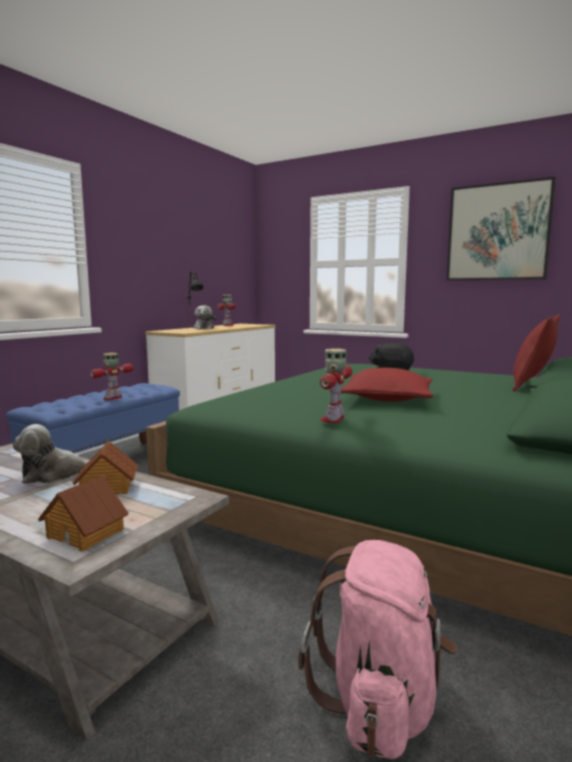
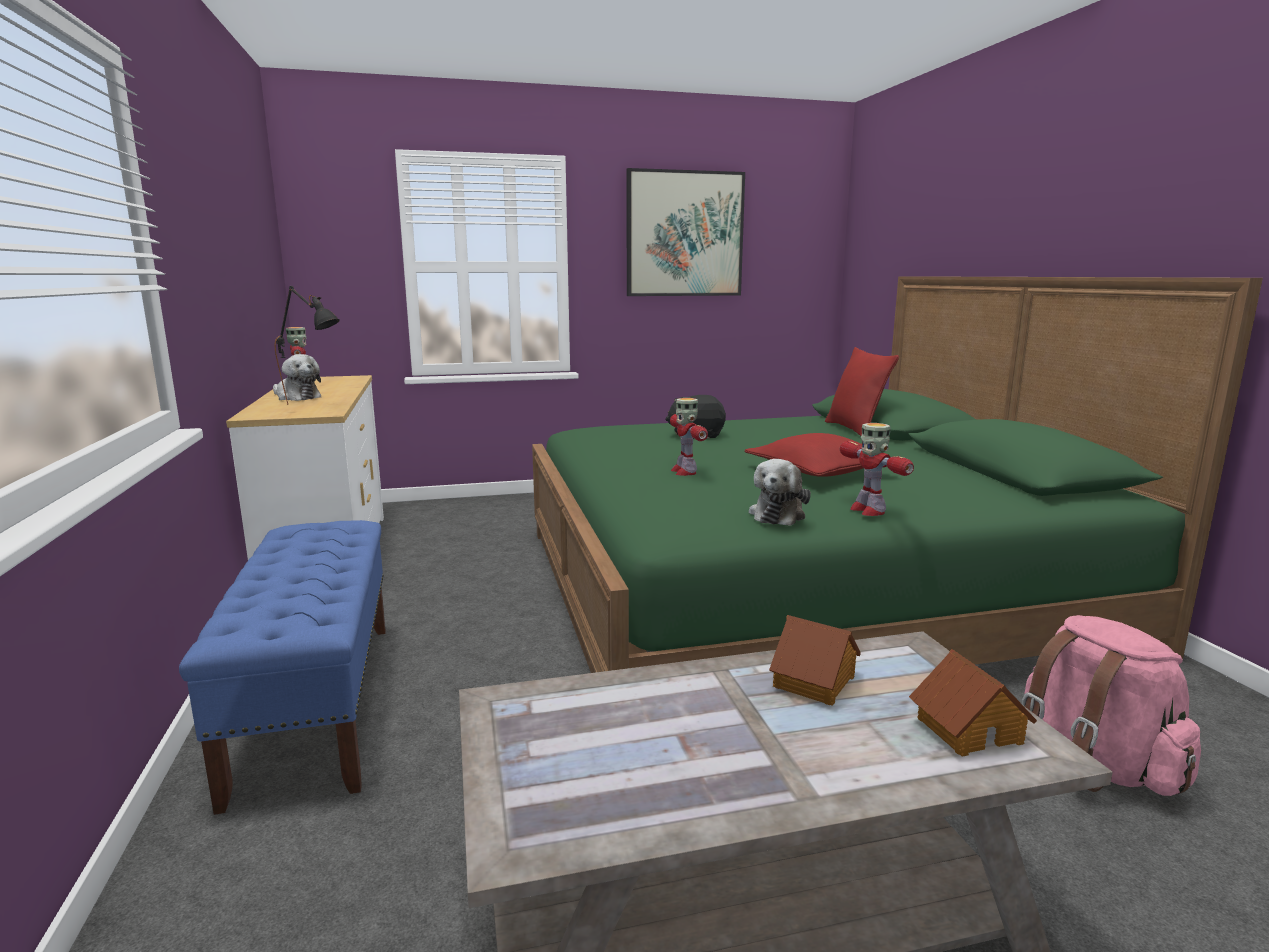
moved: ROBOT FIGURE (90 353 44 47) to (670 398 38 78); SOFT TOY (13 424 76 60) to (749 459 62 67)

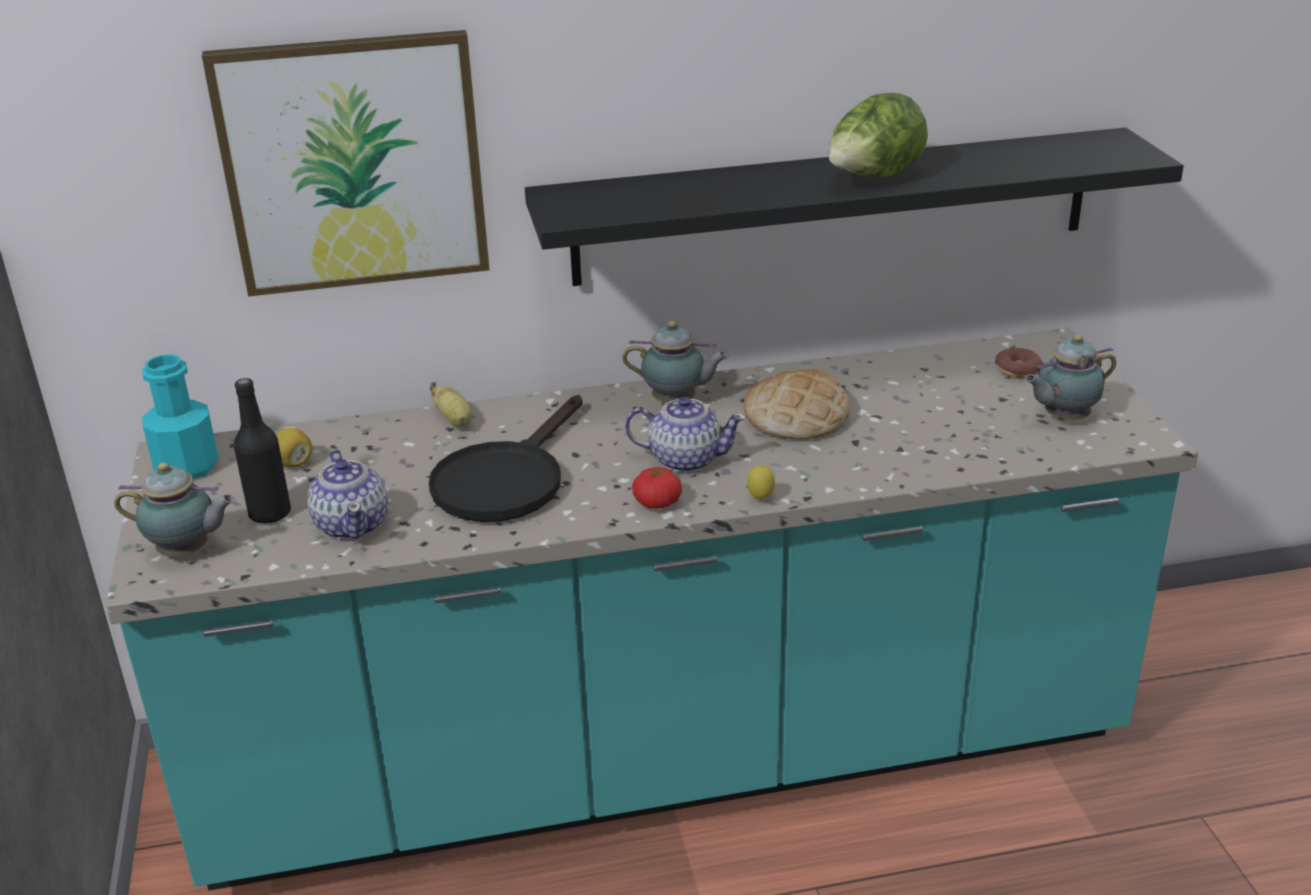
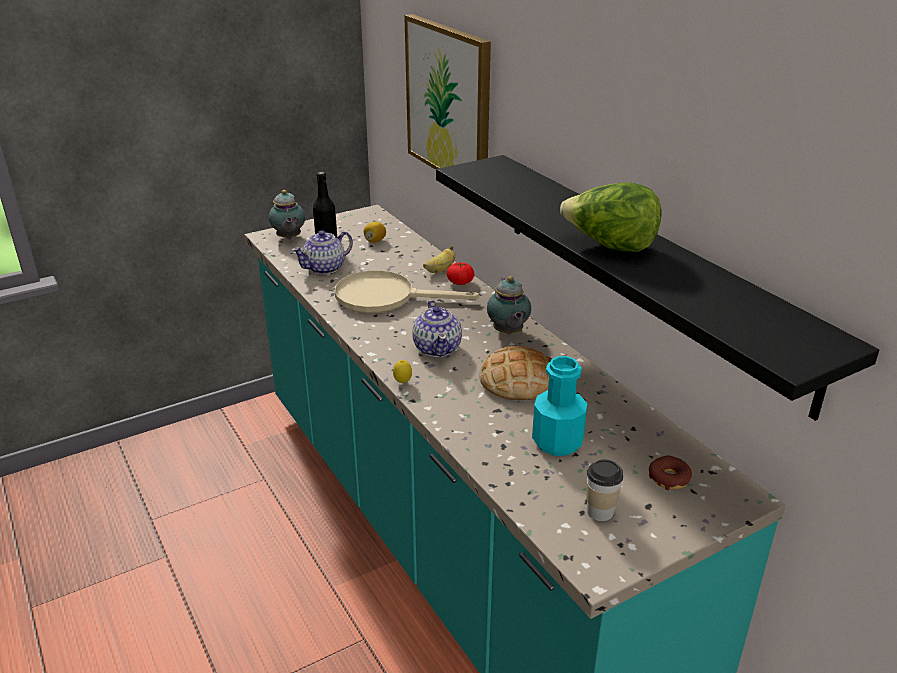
moved: TURQUOISE BOTTLE (142 354 76 125) to (532 356 55 100); WHOLE TOMATO (632 467 50 42) to (447 262 27 23)
replaced: TEA POT (1025 335 91 85) to CUP (587 459 36 62)
recoloured: BLACK-COLOURED FRYING PAN (429 395 154 127) to BEIGE FRYING PAN (335 270 144 43)

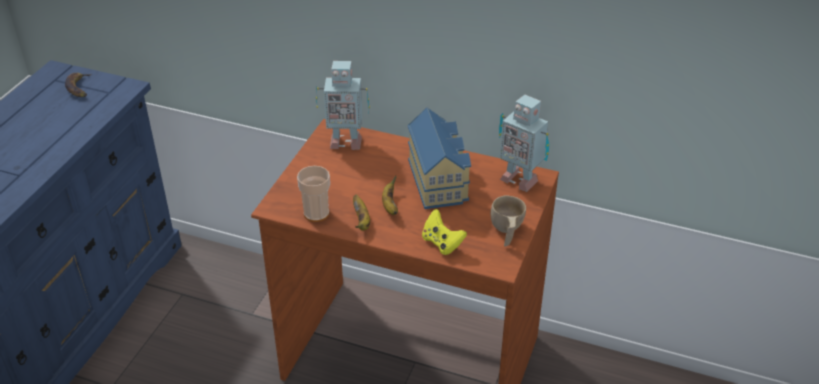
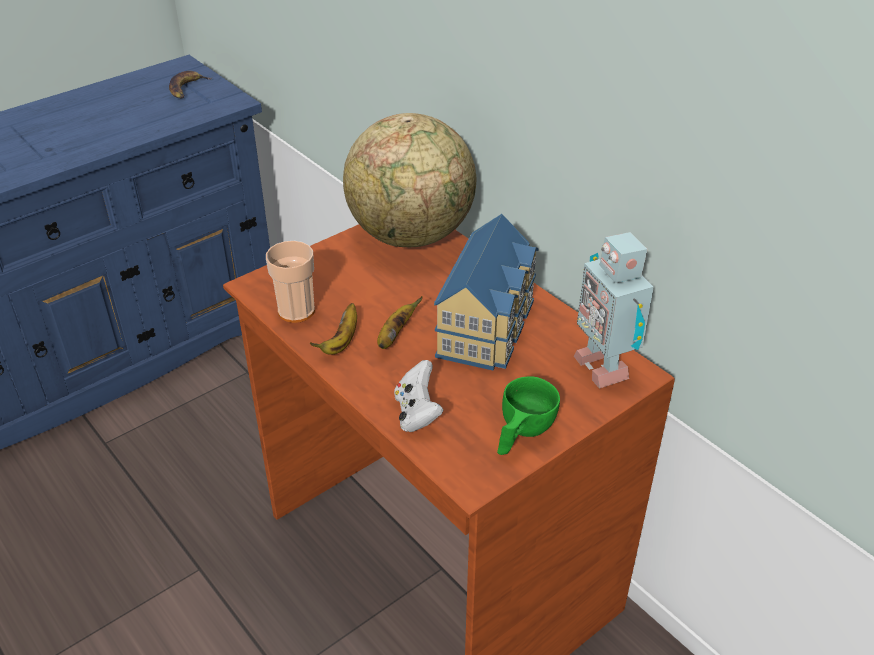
replaced: ROBOT FIGURE (316 61 54 89) to WORLD GLOBE (343 113 133 134)
recoloured: BEIGE CUP (491 196 35 51) to GREENISH CUP (497 376 63 79); YELLOW-COLOURED GAMEPAD (422 209 45 46) to WHITE-COLOURED GAMEPAD (394 360 50 72)

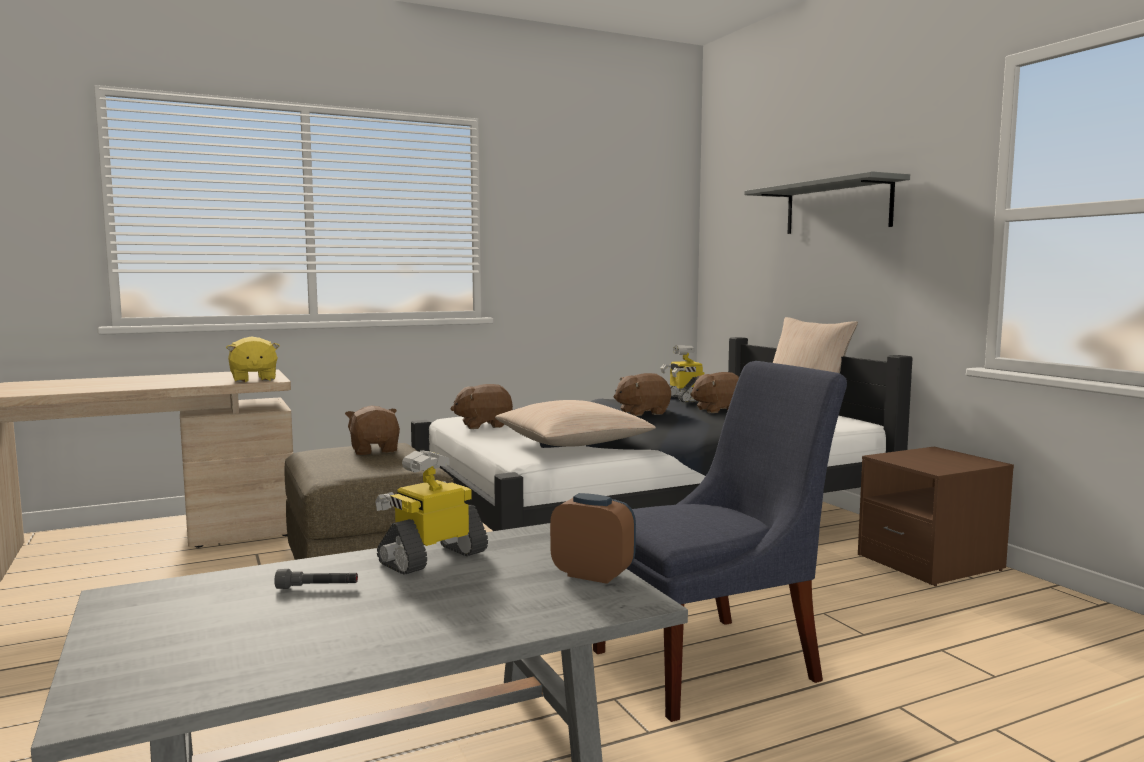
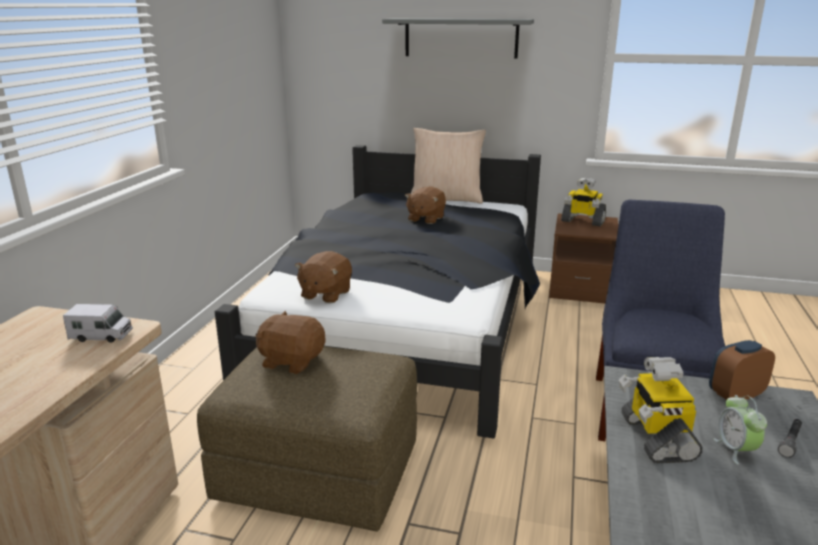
removed: BROWN-COLOURED SOFT TOY (614 373 57 43); BEIGE THROW PILLOW (495 400 161 47)
added: BEDSIDE CLOCK (714 395 53 70)
moved: ROBOT FIGURE (661 345 43 58) to (561 177 45 50); GREY FLASHLIGHT (274 569 84 20) to (778 419 24 39)
replaced: YELLOW-COLOURED SOFT TOY (226 337 54 46) to MODEL TRUCK (63 304 70 39)

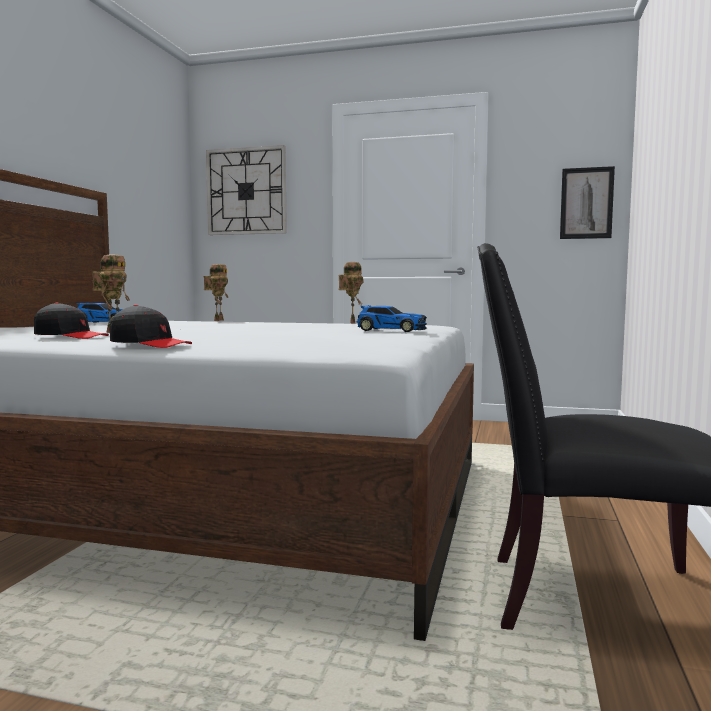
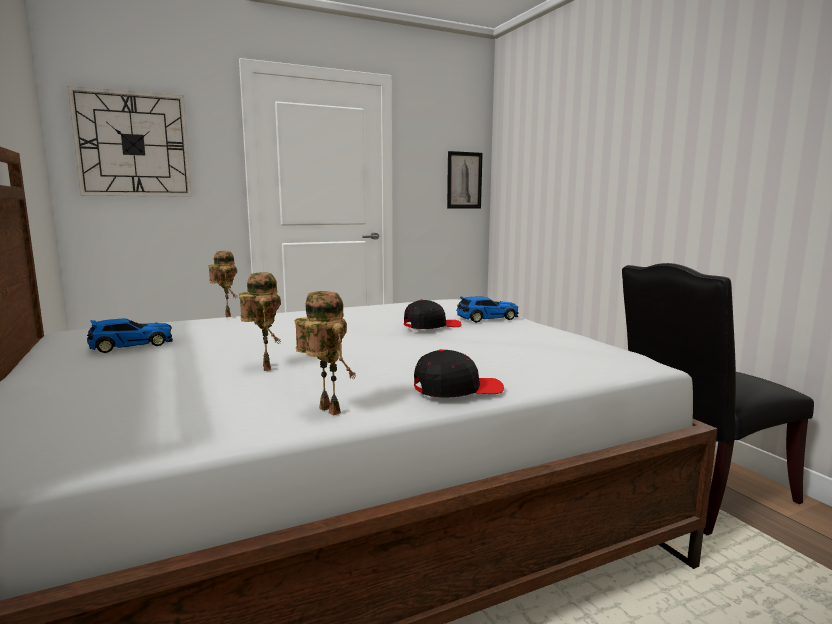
moved: ROBOT FIGURE (338 262 26 61) to (294 291 62 125); BLACK-COLOURED BASEBALL CAP (34 302 75 37) to (404 299 58 30)

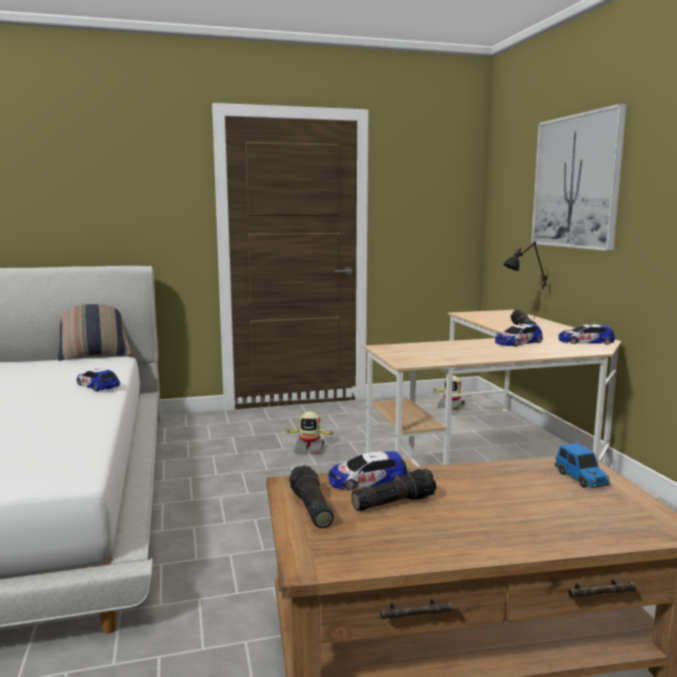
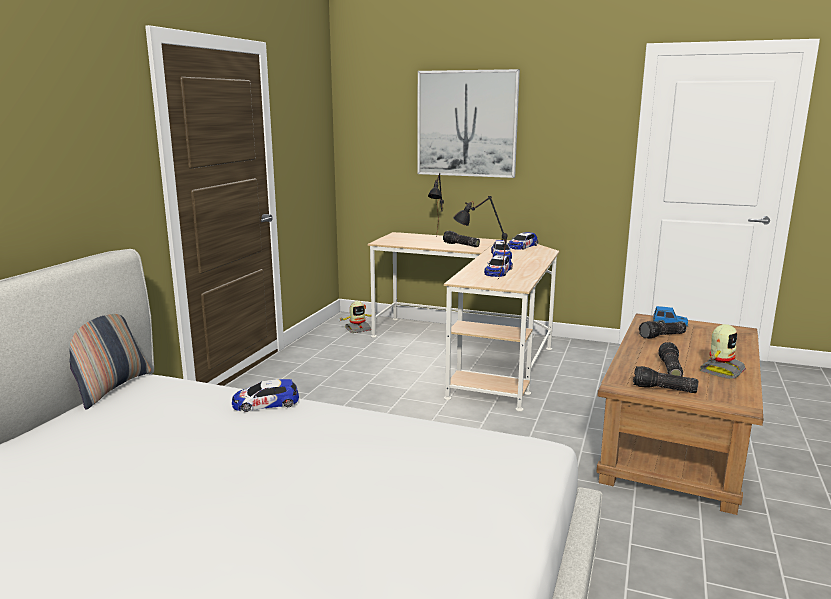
added: BLACK-COLOURED LAMP FOR A TABLE (453 196 55 84); FLASHLIGHT (639 321 48 18)
moved: ROBOT FIGURE (285 411 50 43) to (700 324 46 55); TOY CAR (328 451 80 40) to (484 254 29 23)

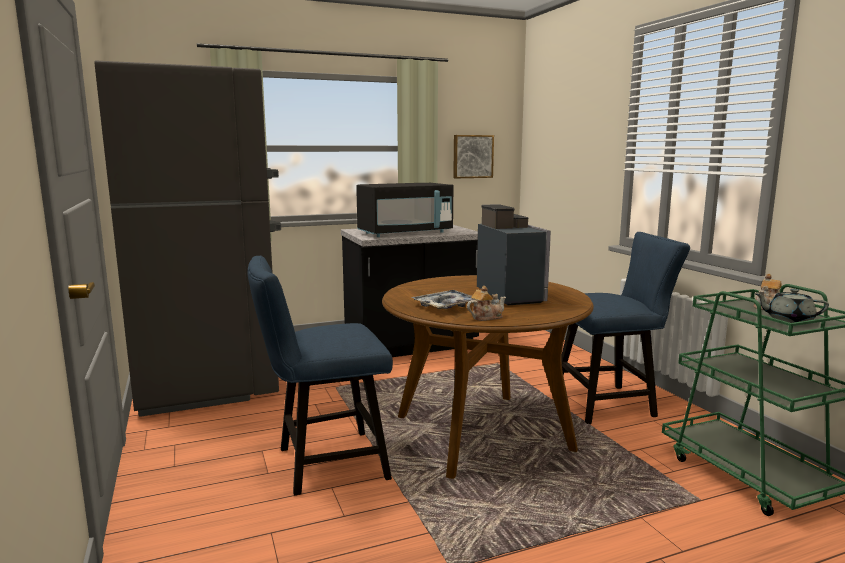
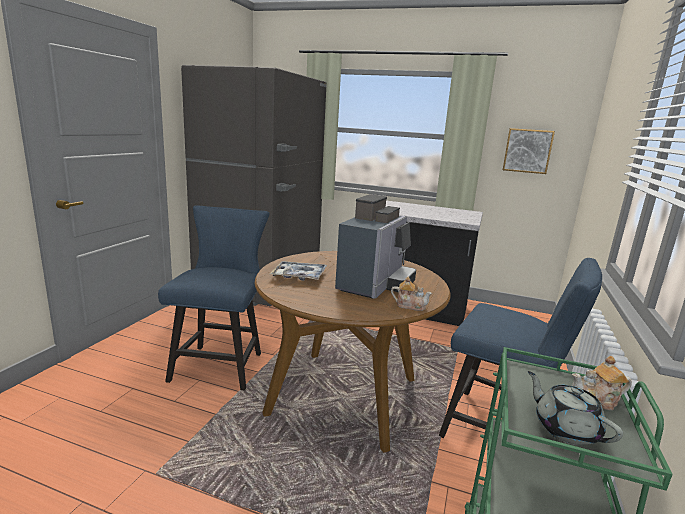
removed: BLACK-COLOURED KITCHEN MICROWAVE (356 183 98 54)
moved: TEA POT (467 286 39 35) to (391 277 41 34)
turned: BLUE-COLOURED CHAIR (247 256 146 239) = (158 205 111 185) 75 degrees clockwise

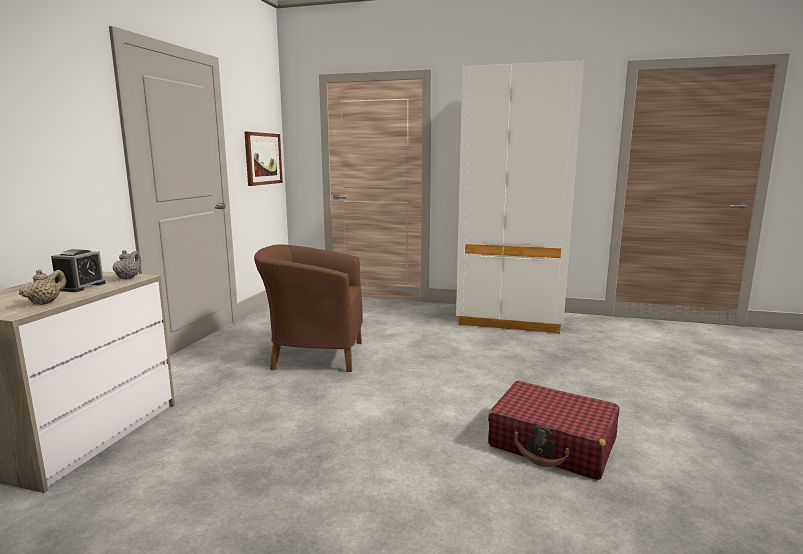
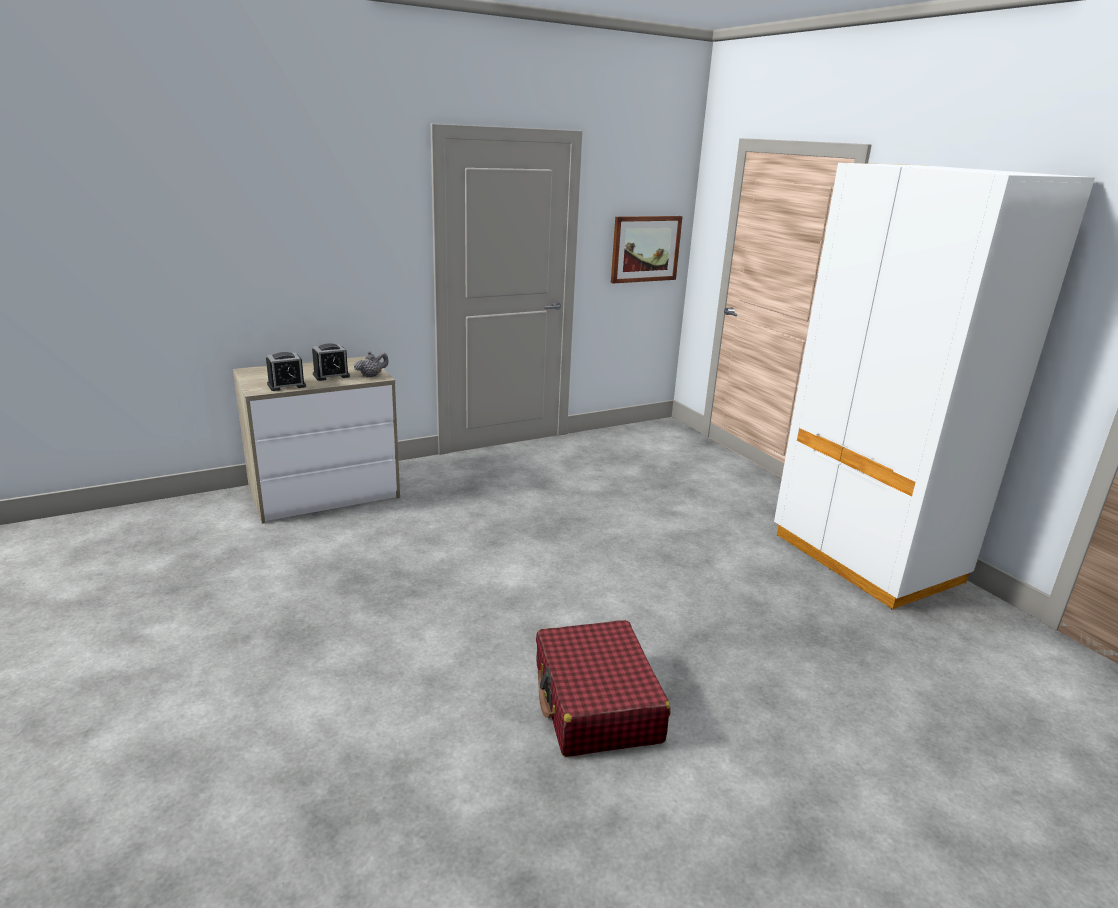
removed: BROWN-COLOURED ARMCHAIR (254 244 109 128)
replaced: BEIGE TEA POT (19 269 47 36) to BEDSIDE CLOCK (266 352 40 39)

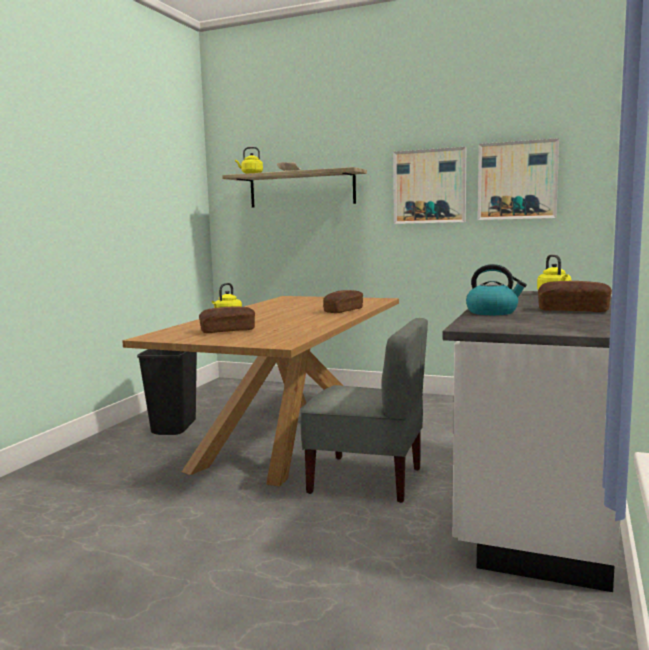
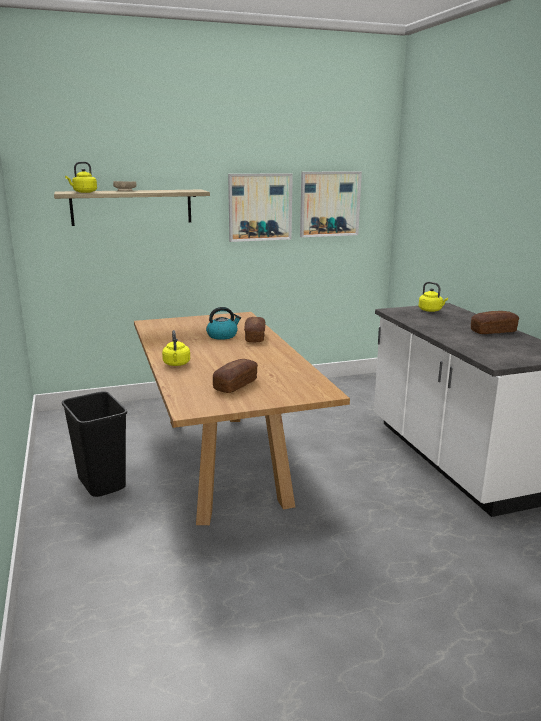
removed: GREY CHAIR (301 318 127 185)
moved: WATER KETTLE (466 264 61 51) to (206 307 35 33)

